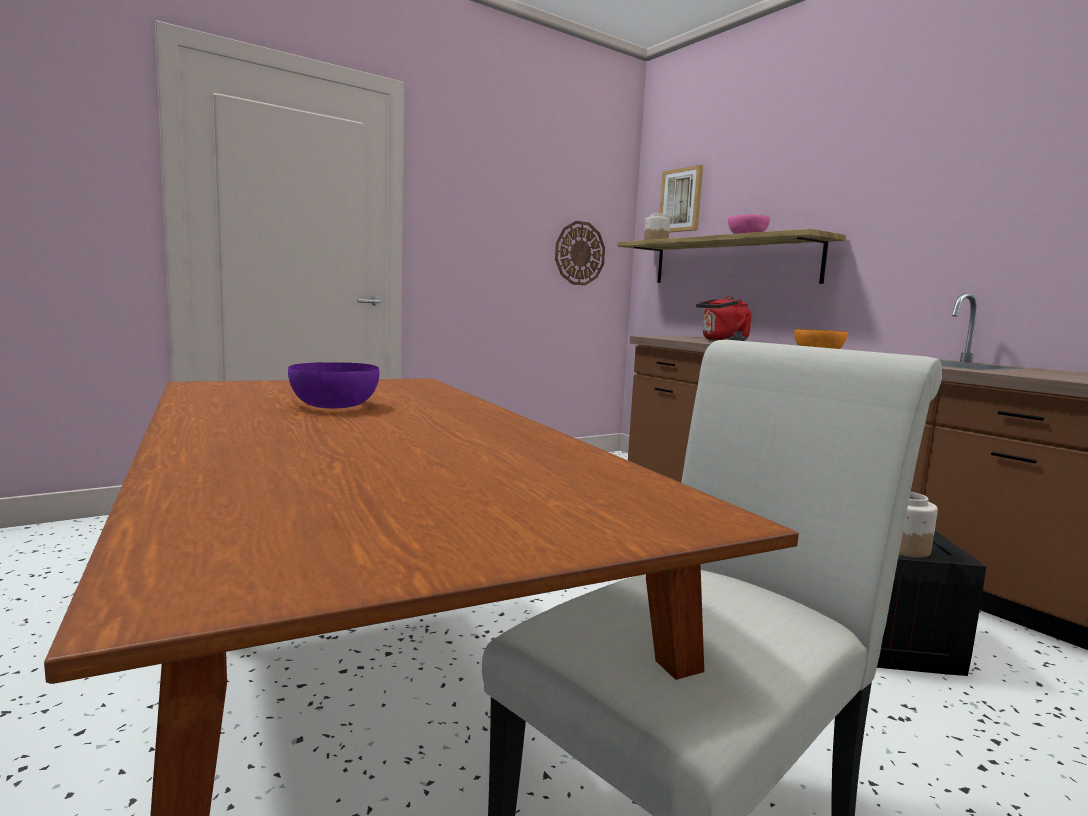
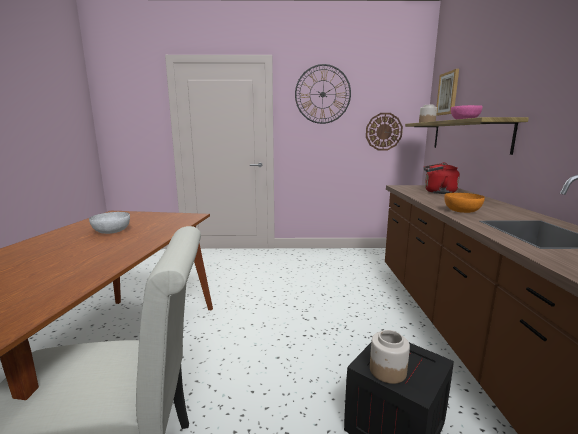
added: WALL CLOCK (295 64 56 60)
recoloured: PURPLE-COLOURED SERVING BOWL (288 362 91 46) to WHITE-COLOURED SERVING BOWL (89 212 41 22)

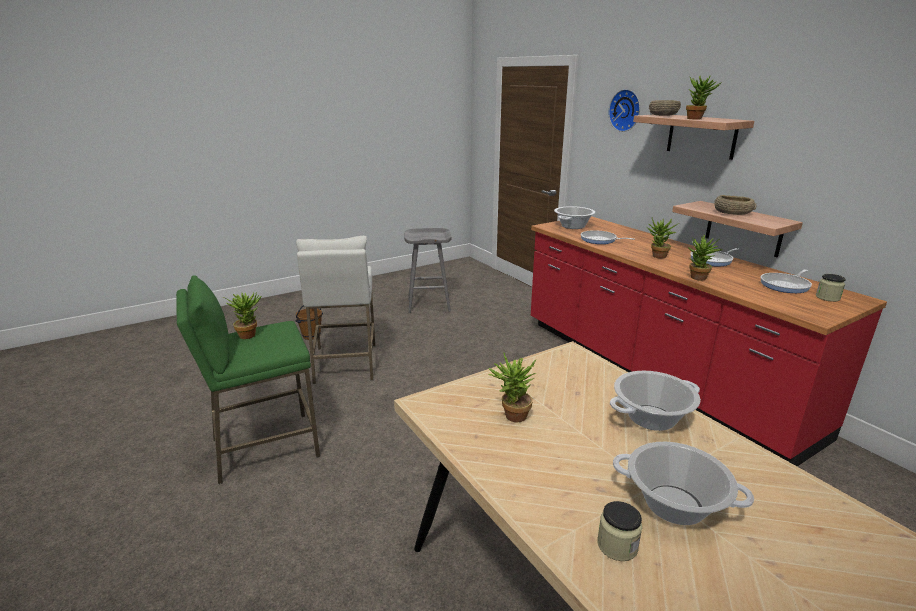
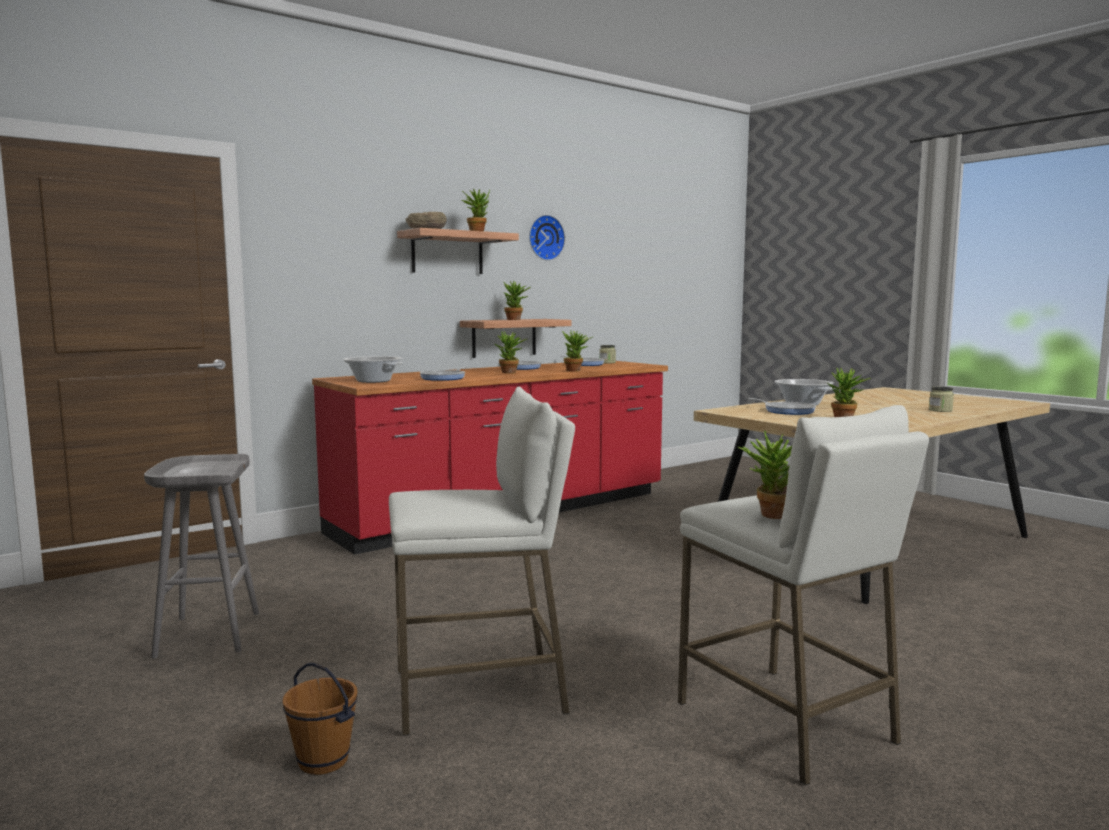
removed: COOKING POT (613 442 141 83)
added: FRYING PAN (749 398 67 17)
moved: WALL CLOCK (609 89 31 43) to (529 215 36 46)
replaced: BEIGE SERVING BOWL (714 195 42 20) to HOUSEPLANT (503 280 27 40)
recoloured: GREENISH STOOL (176 275 144 209) to WHITE-COLOURED STOOL (678 405 251 381)

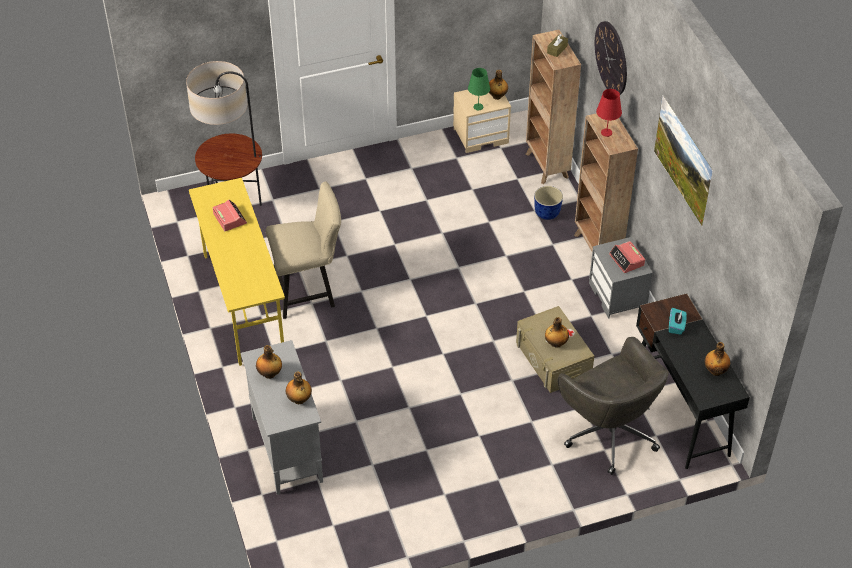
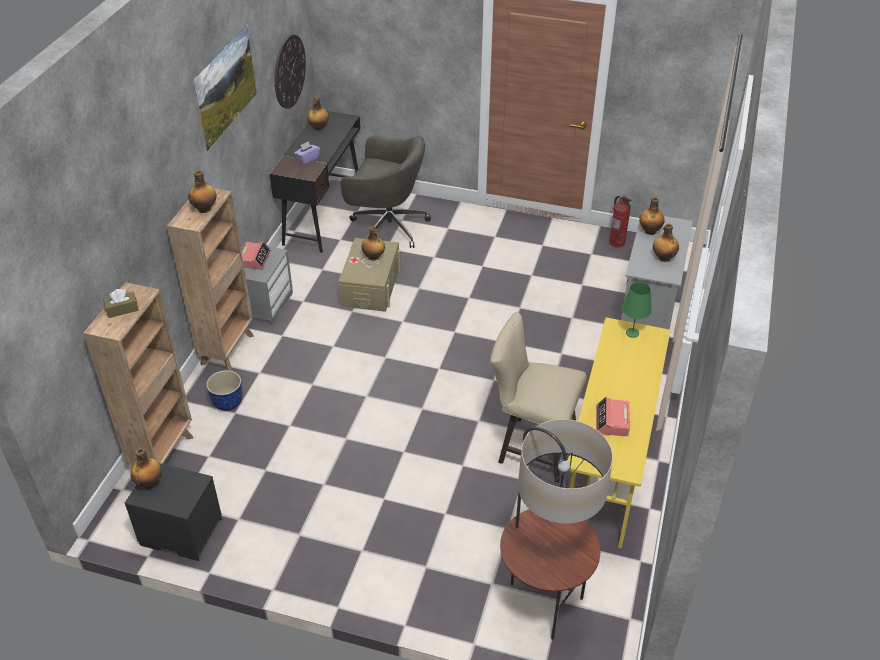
added: FIRE EXTINGUISHER (609 196 23 52)
moved: WALL CLOCK (595 21 32 74) to (275 35 31 74); GREENISH LAMP FOR A TABLE (468 68 22 42) to (622 282 30 56)
replaced: RED-COLOURED LAMP FOR A TABLE (596 89 26 48) to BOTTLE (188 170 28 43)
recoloured: BEIGE NIGHTSTAND (453 90 58 63) to BLACK-COLOURED NIGHTSTAND (125 463 97 98); TURQUOISE BOX OF TISSUES (669 308 18 27) to PURPLE-COLOURED BOX OF TISSUES (294 141 26 23)
turned: GREY COMPUTER CHAIR (558 337 111 138) = (340 136 91 112) 105 degrees clockwise

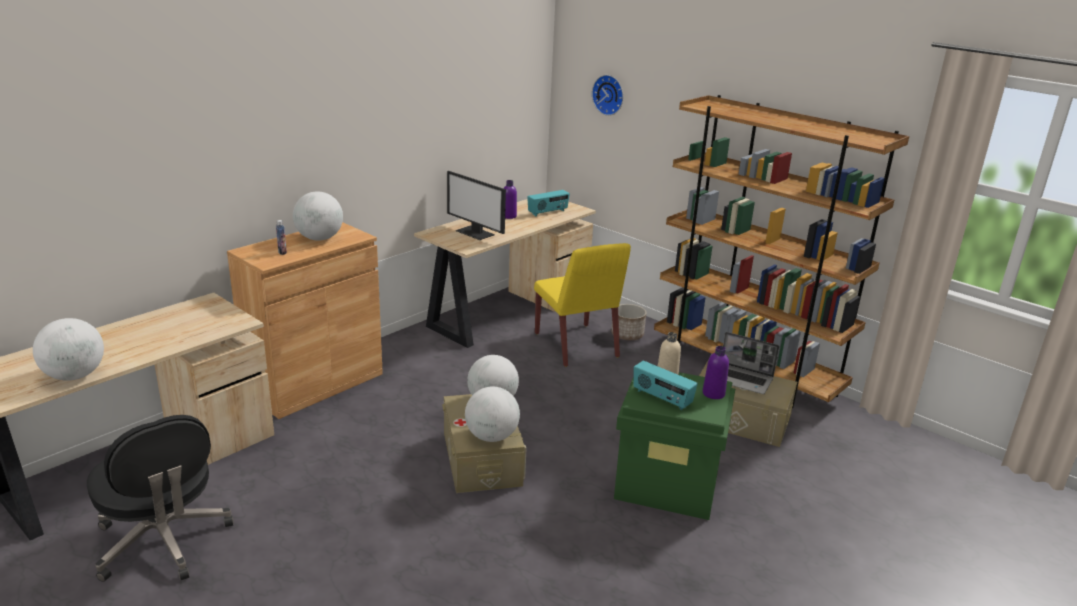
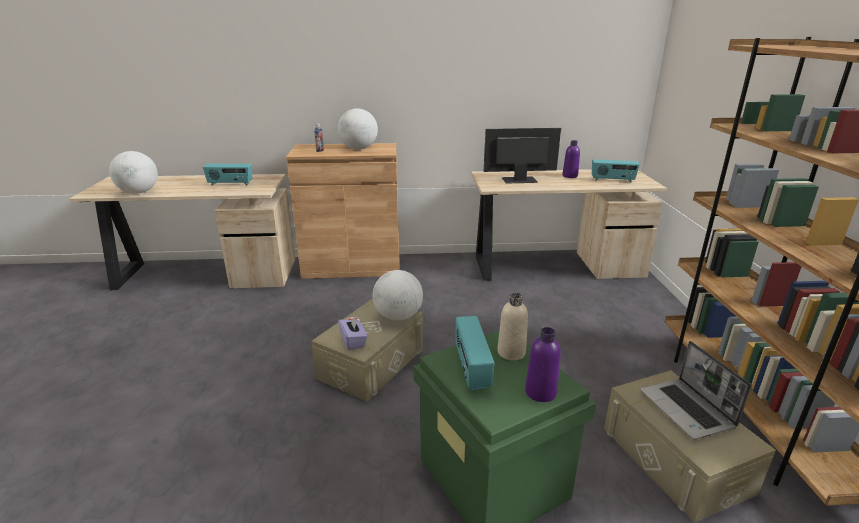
removed: WALL CLOCK (592 75 31 41); YELLOW-COLOURED CHAIR (534 243 97 124); PLANT POT (611 304 35 36); BLACK-COLOURED COMPUTER CHAIR (87 415 147 167)
added: RADIO SET (203 164 49 21)
replaced: WORLD GLOBE (465 387 55 55) to PURPLE-COLOURED BOX OF TISSUES (338 316 29 34)
turned: COMPUTER SCREEN (447 171 59 69) = (484 128 77 56) 90 degrees clockwise

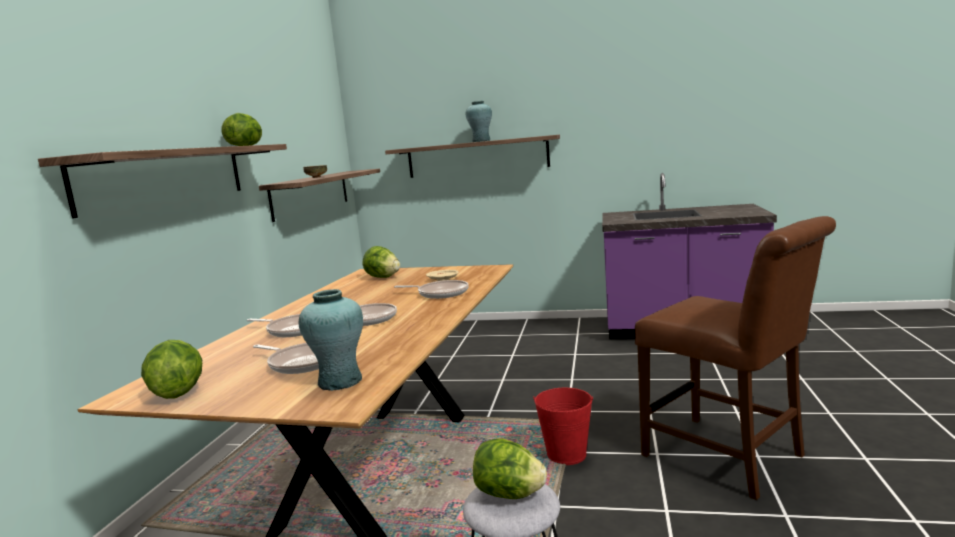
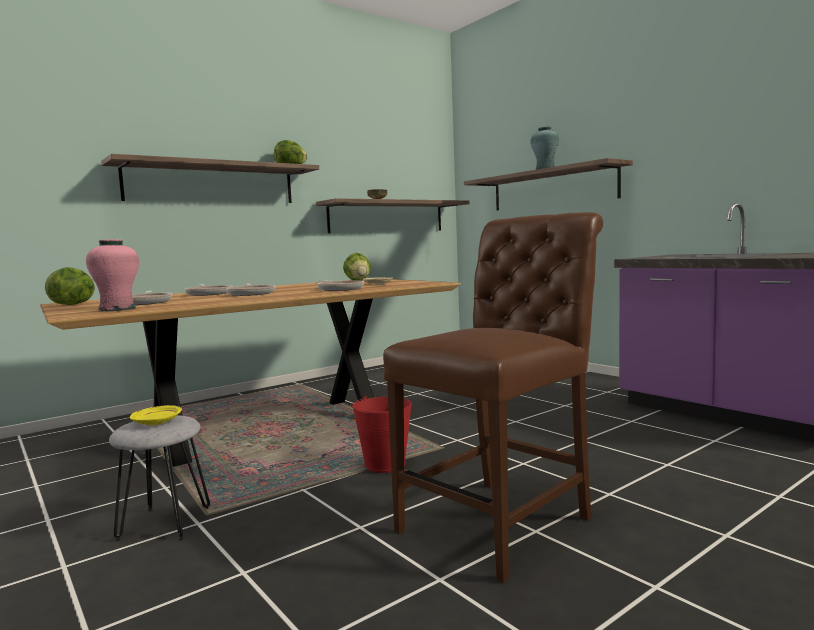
replaced: LETTUCE (473 438 74 61) to YELLOW-COLOURED PLATE (130 405 52 20)
recoloured: TURQUOISE VASE (299 289 64 102) to PINK-COLOURED VASE (86 239 53 72)
turned: BROWN-COLOURED CHAIR (635 216 201 284) = (383 212 220 371) 135 degrees counterclockwise

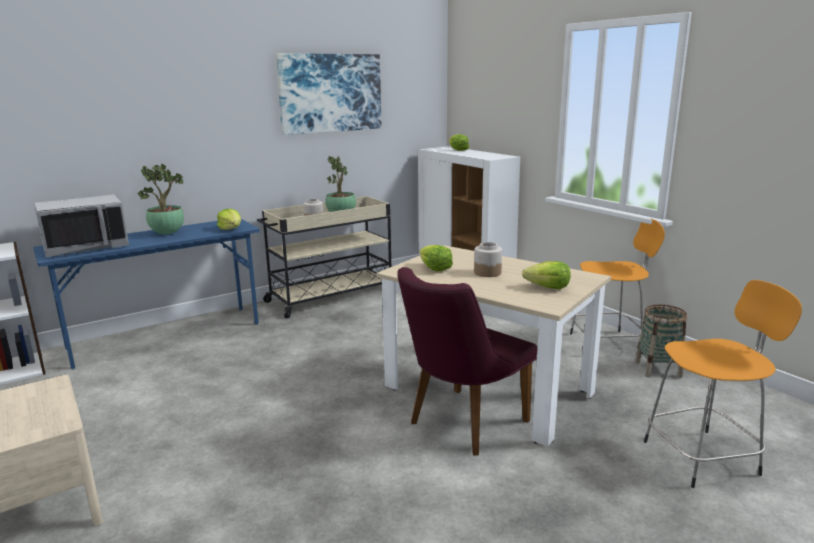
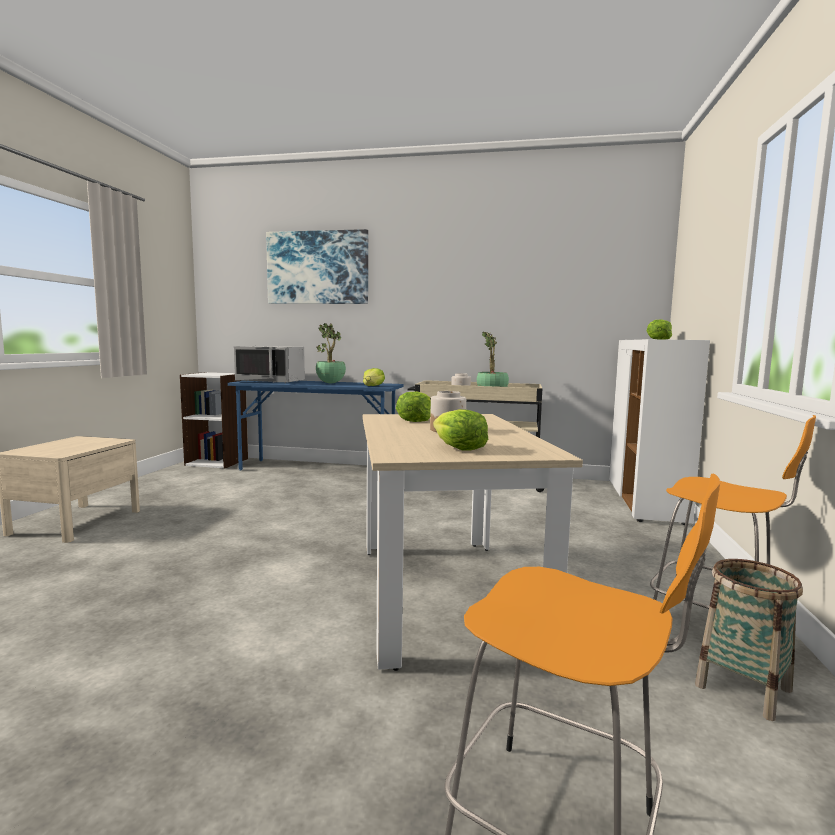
removed: PURPLE-COLOURED CHAIR (397 267 141 189)
moved: WALL ART (276 53 106 82) to (266 229 102 75)

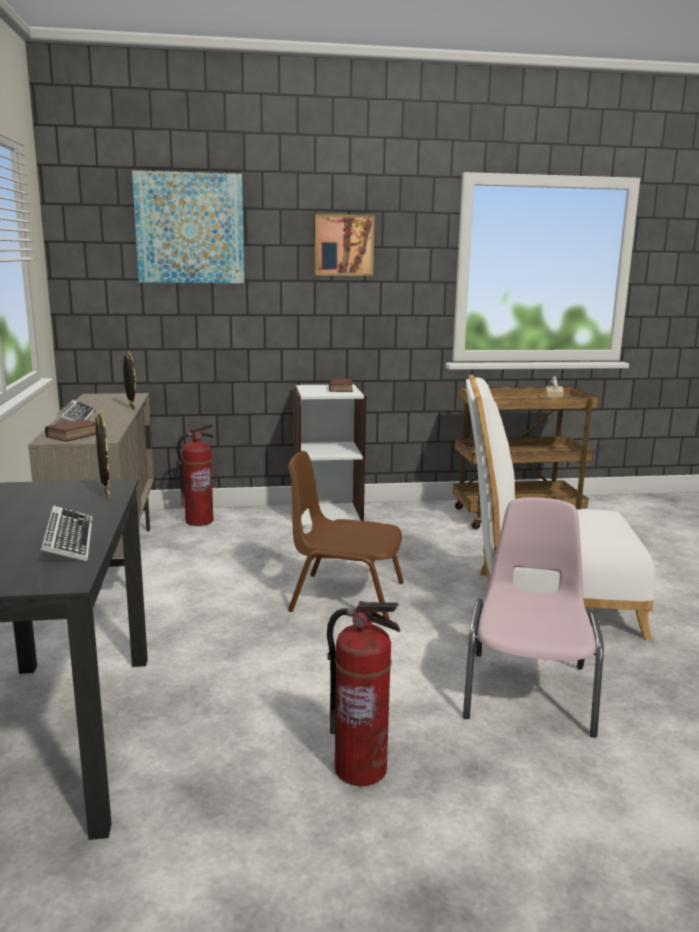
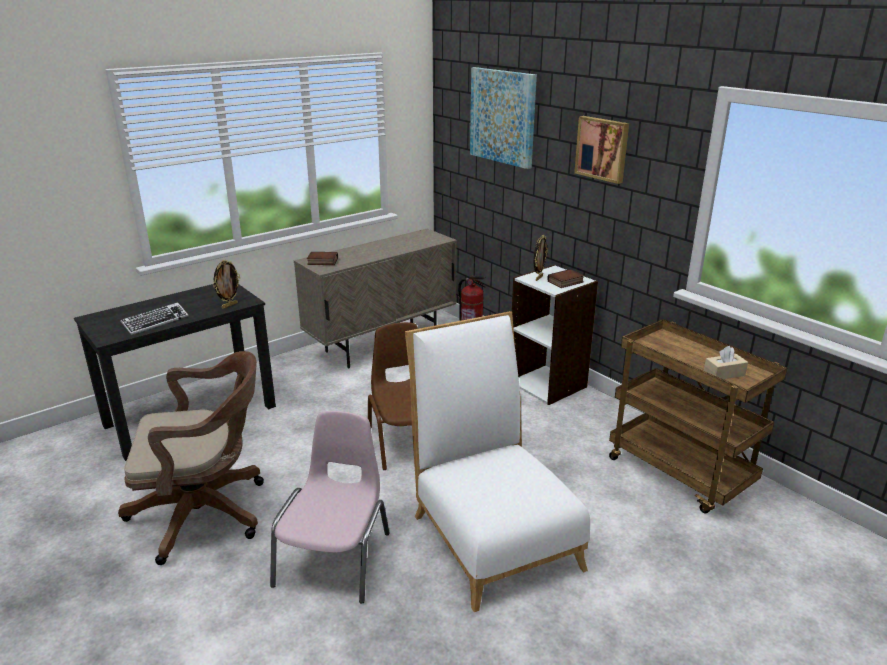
removed: KEYBOARD (56 400 40 21)
moved: PHOTO FRAME (123 351 13 59) to (534 235 14 46)
replaced: FIRE EXTINGUISHER (327 601 73 185) to BROWN-COLOURED COMPUTER CHAIR (118 351 146 214)
turned: PINK-COLOURED CHAIR (463 497 141 241) = (270 411 120 193) 60 degrees counterclockwise

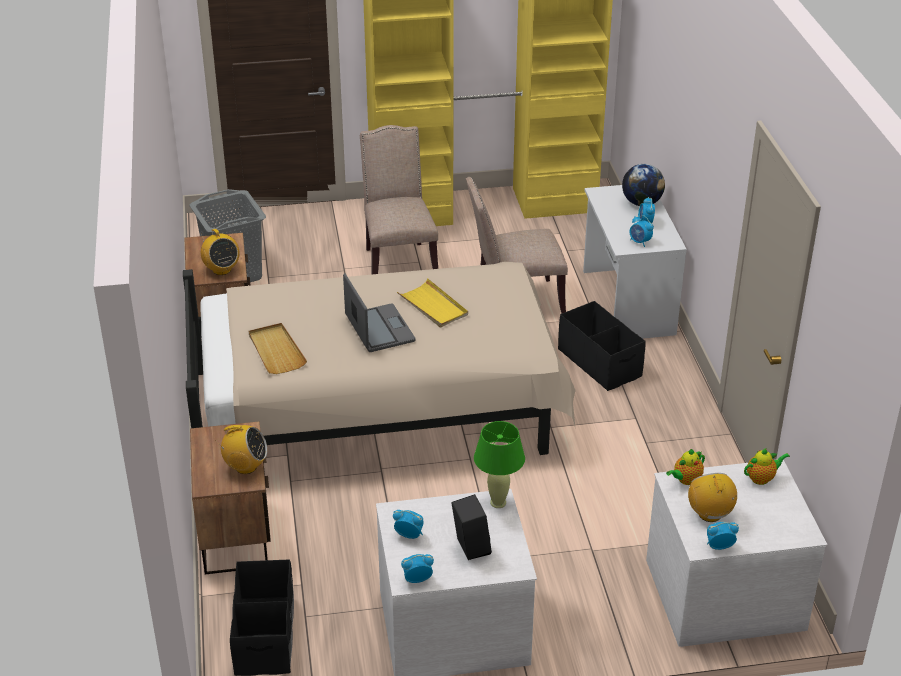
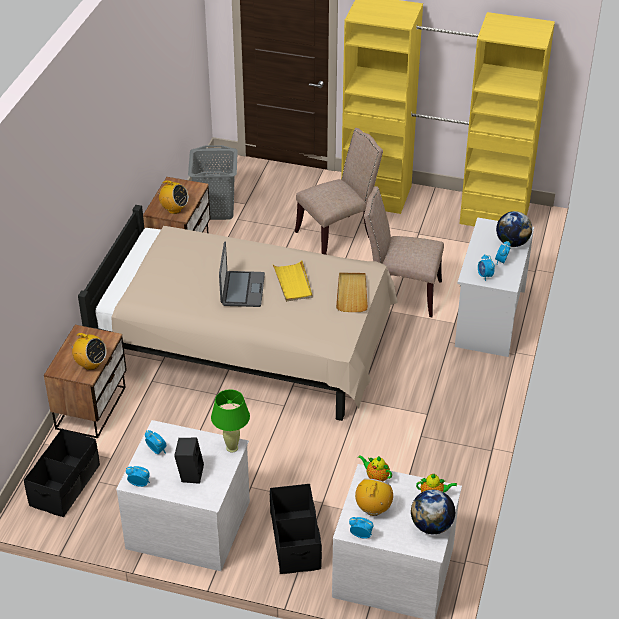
added: WORLD GLOBE (411 489 44 45)
moved: BLACK-COLOURED STORAGE CONTAINER (558 301 88 90) to (270 484 52 90); BEIGE CARRYING TRAY (249 323 58 51) to (336 273 32 39)
turned: BEIGE CHAIR (360 125 78 149) = (295 128 88 127) 45 degrees clockwise; RADIO SET (201 229 39 46) = (156 181 33 33) 60 degrees counterclockwise; TEA POT (666 449 39 36) = (358 455 34 26) 45 degrees clockwise

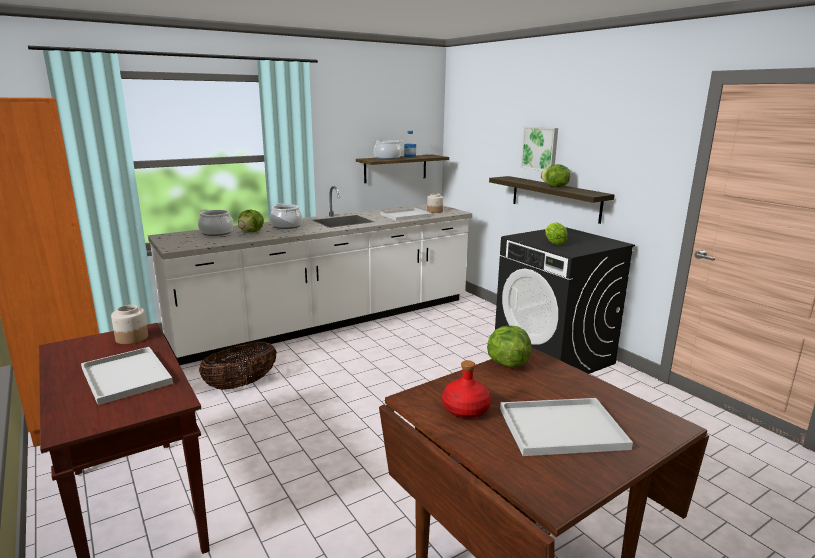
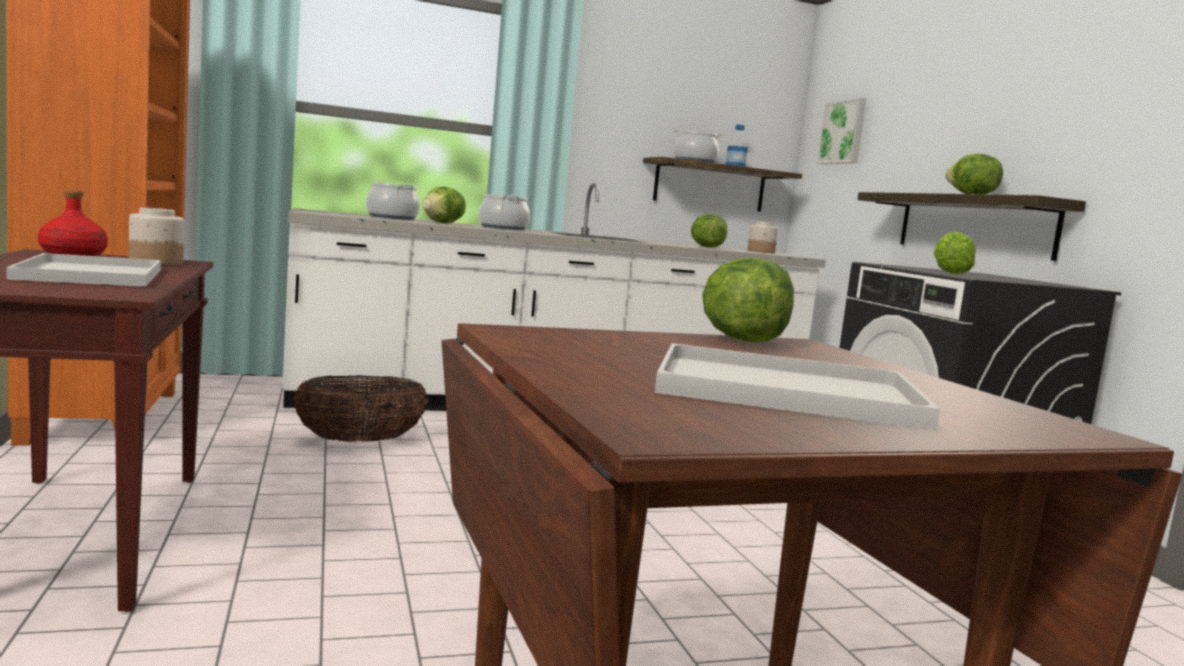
moved: WALL ART (521 126 37 45) to (816 98 50 66); RED-COLOURED BOTTLE (442 360 49 58) to (38 190 70 66)
replaced: WHITE-COLOURED CARRYING TRAY (380 208 52 13) to LETTUCE (691 214 36 34)

